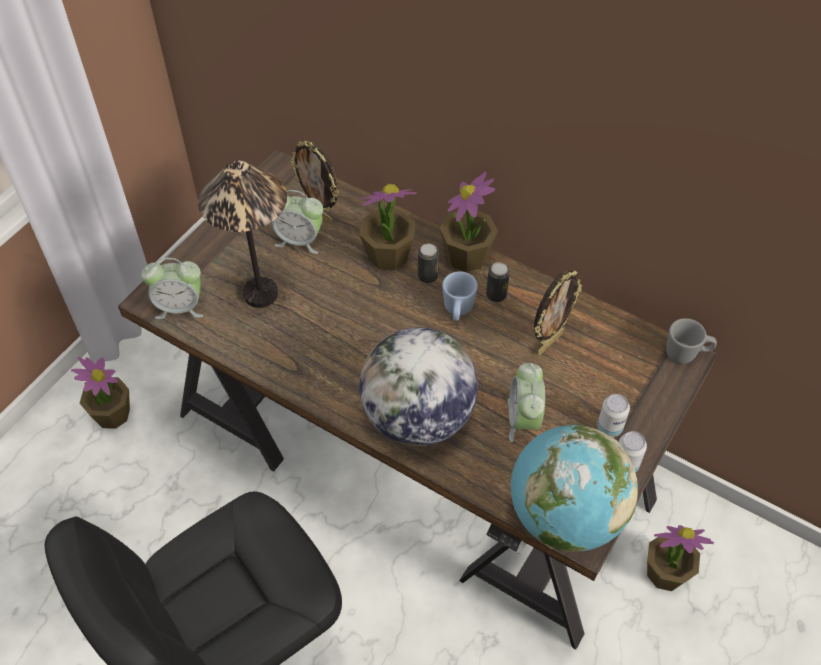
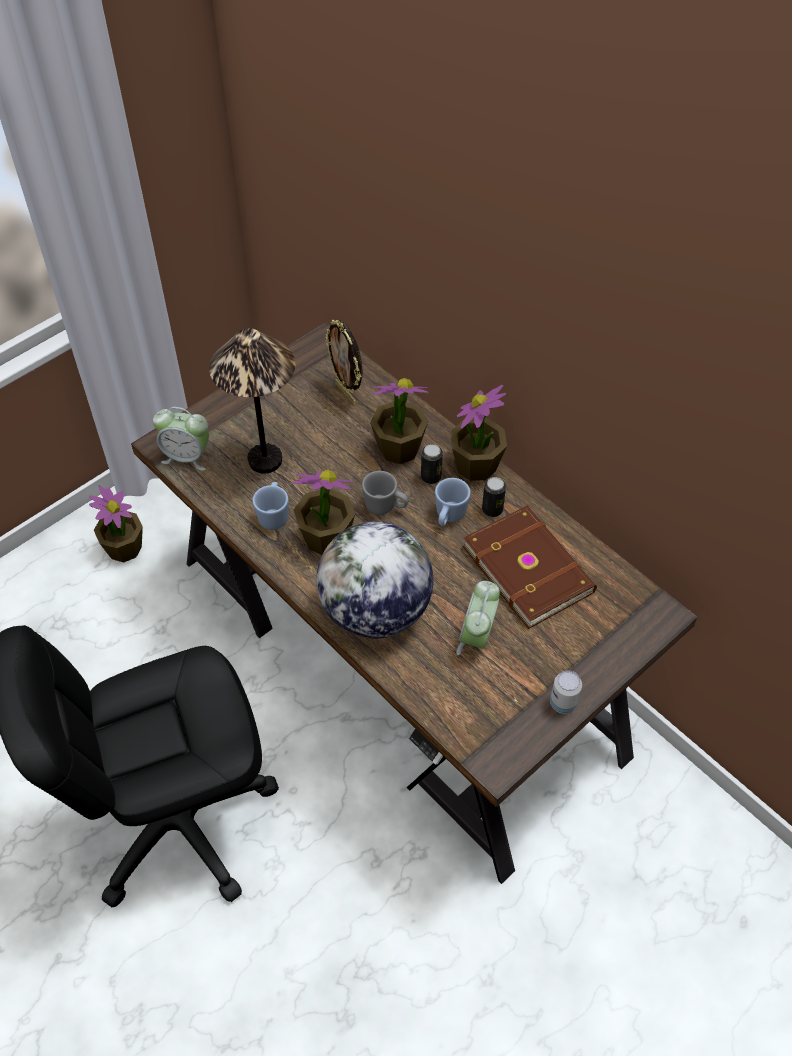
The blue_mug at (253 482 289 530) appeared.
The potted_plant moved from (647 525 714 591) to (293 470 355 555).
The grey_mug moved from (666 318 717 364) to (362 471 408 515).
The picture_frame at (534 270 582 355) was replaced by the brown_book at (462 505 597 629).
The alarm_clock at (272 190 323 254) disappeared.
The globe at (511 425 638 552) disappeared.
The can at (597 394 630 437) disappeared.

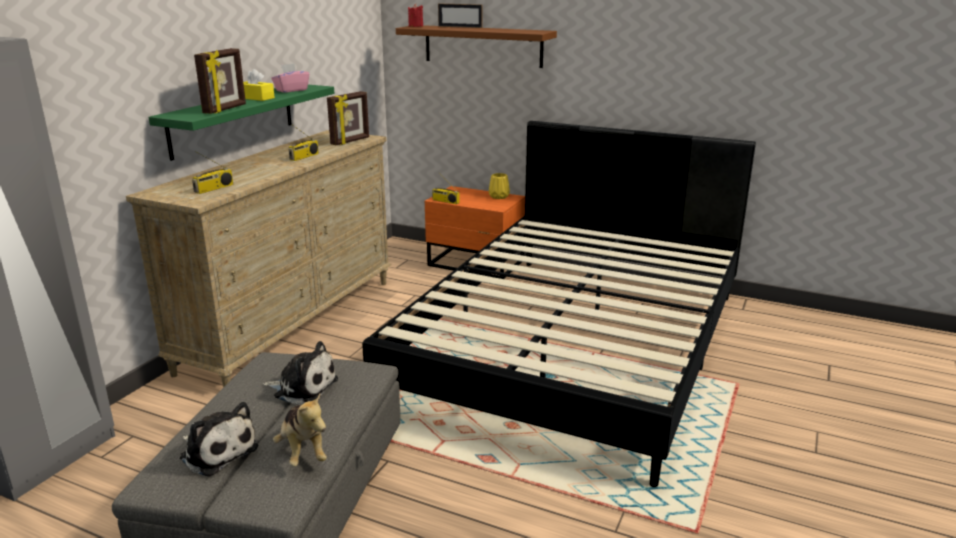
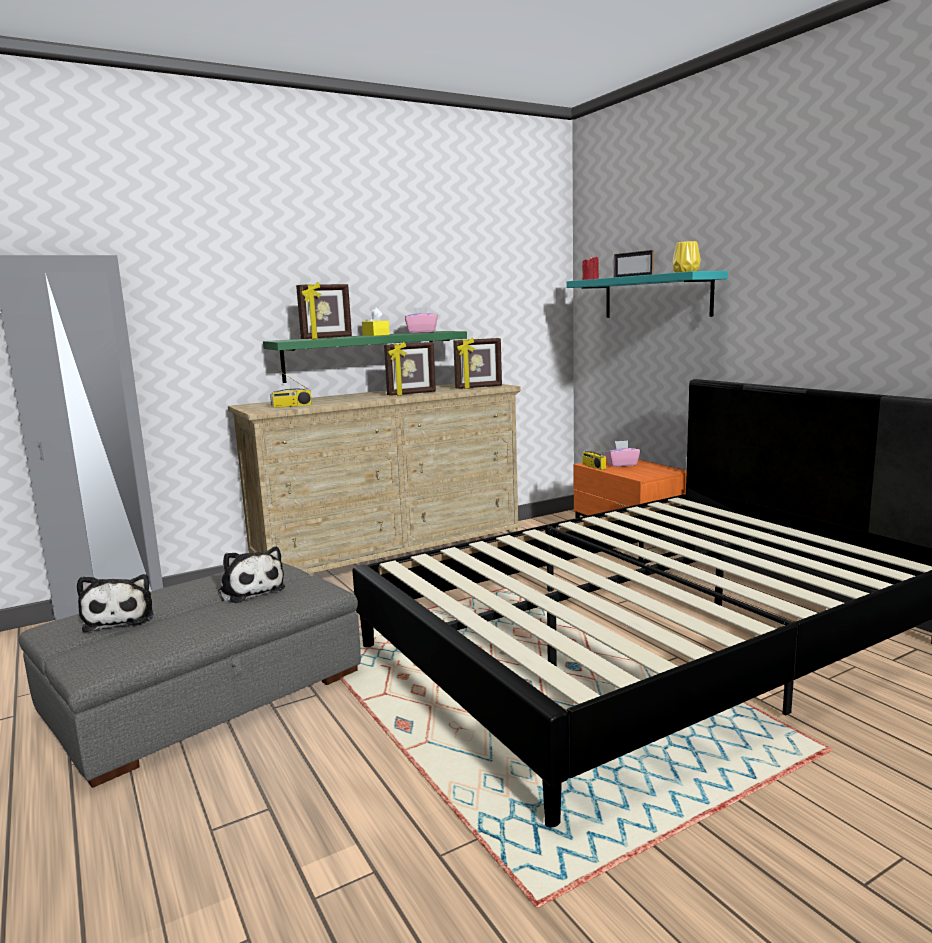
The radio at (289 124 319 161) was replaced by the picture_frame at (384 342 436 396).
The brown_shelf at (396 25 557 68) became the turquoise_shelf at (566 271 728 318).
The pink_tissue_box at (605 440 640 467) appeared.
The yellow_vase moved from (489 173 510 199) to (672 241 701 273).
The plush_toy at (273 394 327 466) disappeared.

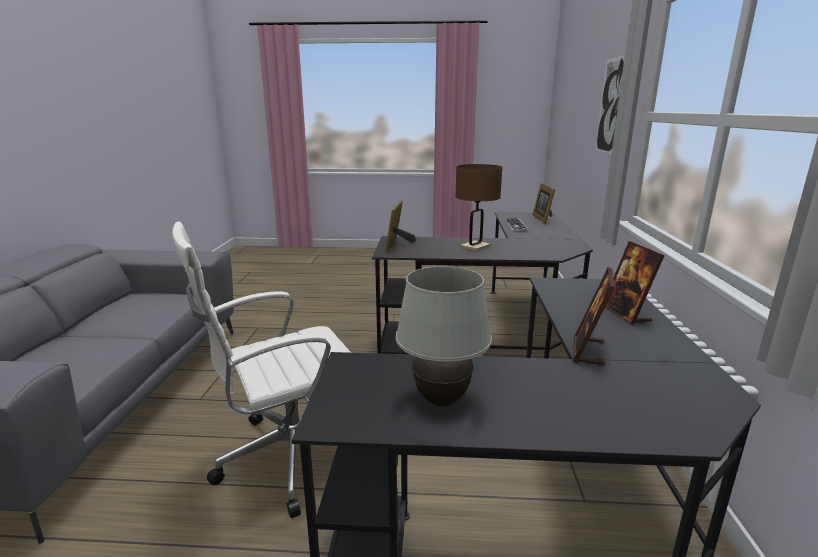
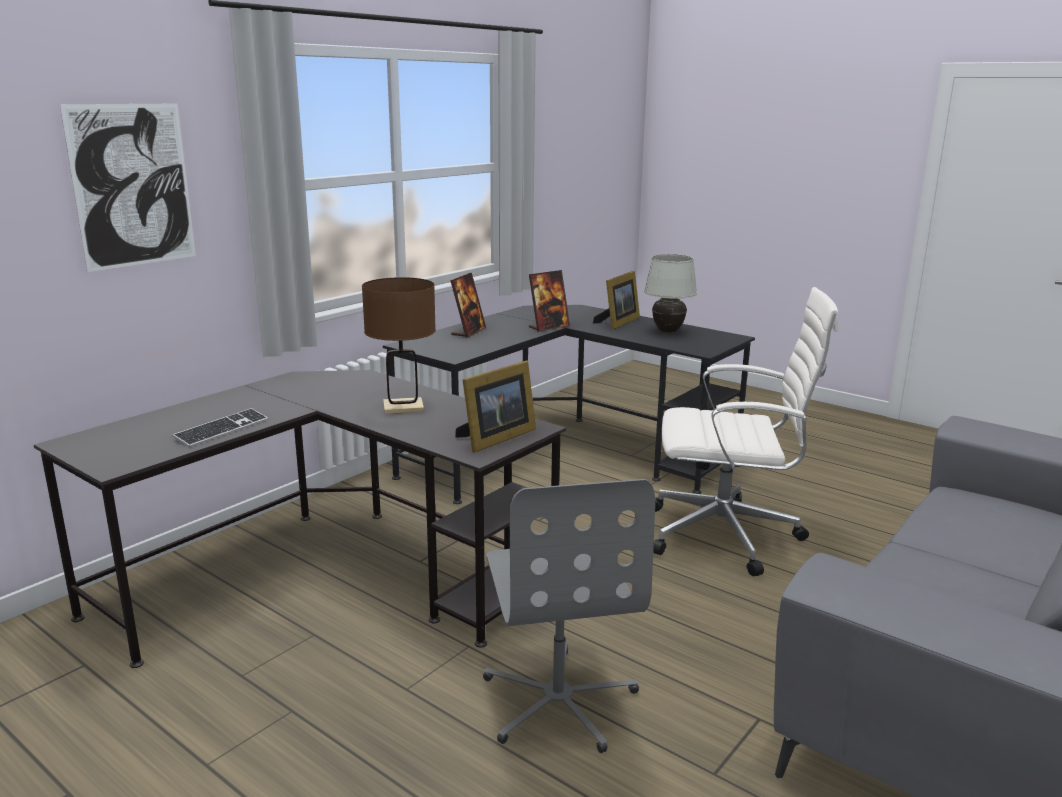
The grey_office_chair at (483 479 655 753) appeared.
The picture_frame moved from (532 183 555 224) to (593 271 640 330).

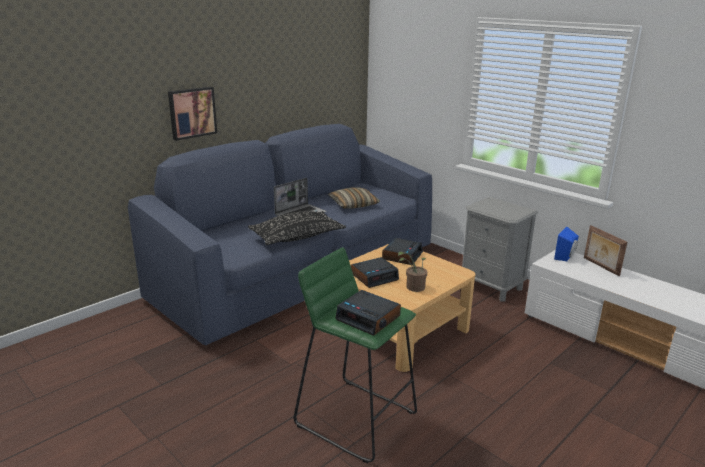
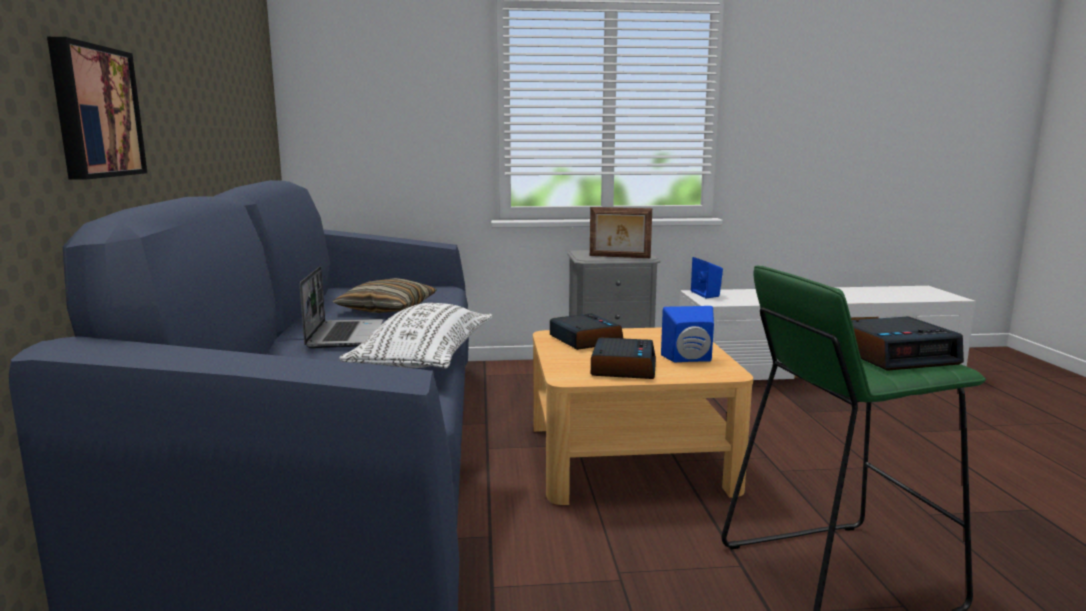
The black_pillow at (248 211 346 245) became the white_pillow at (339 303 492 369).
The picture_frame moved from (584 225 627 276) to (590 207 652 258).
The potted_plant at (398 252 427 292) was replaced by the blue_speaker at (661 306 714 363).

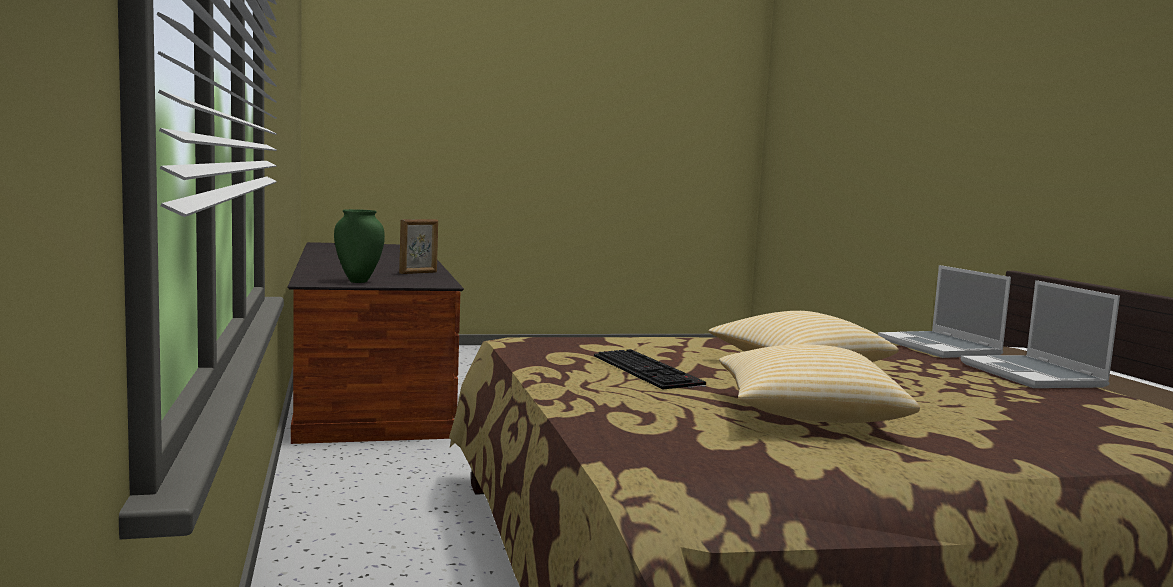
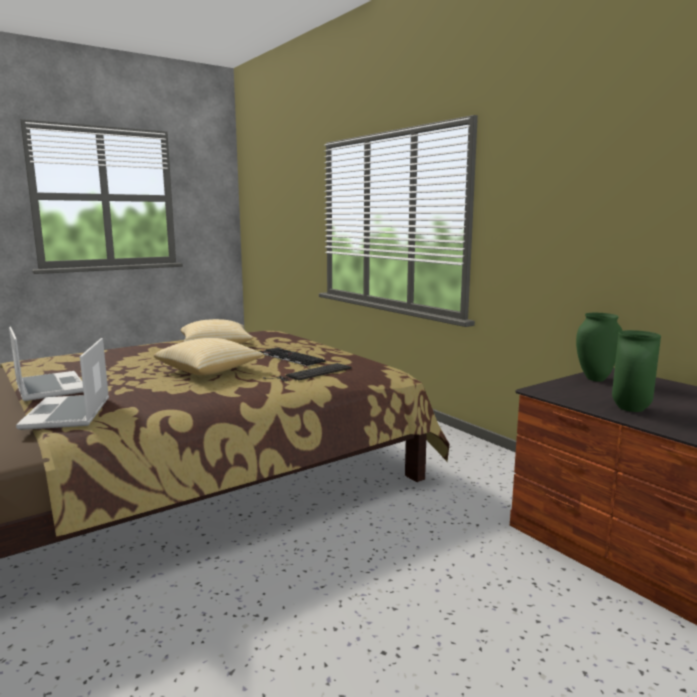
The laptop at (878 265 1011 358) turned 150 degrees counterclockwise.
The keyboard at (263 363 352 382) appeared.
The picture_frame at (399 219 438 274) was replaced by the green_vase at (612 330 661 412).

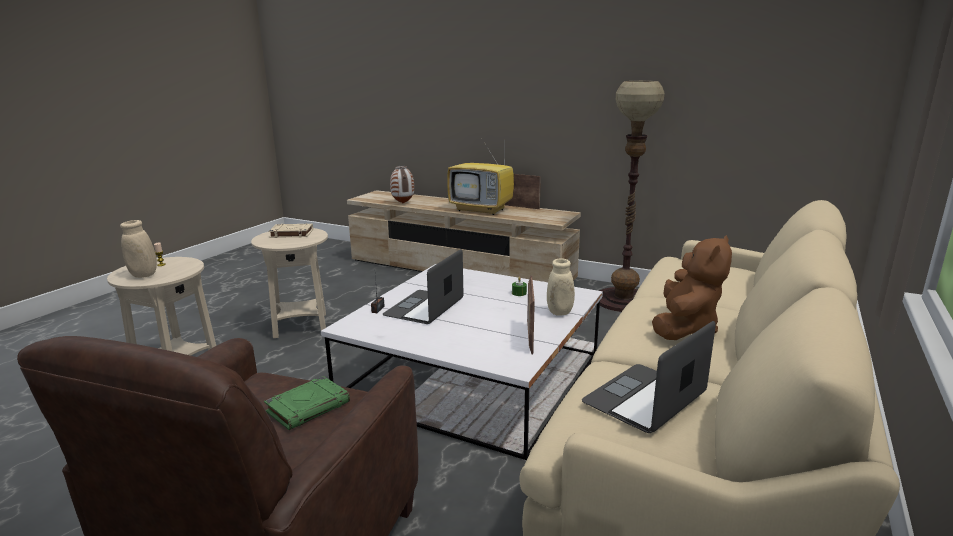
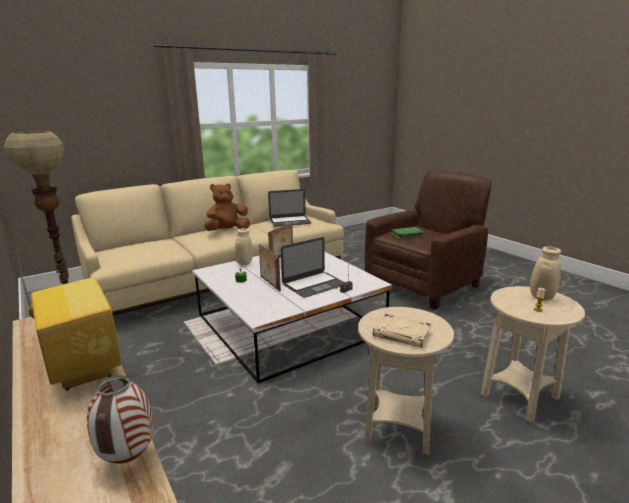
The picture_frame moved from (505 174 541 209) to (259 244 281 291).

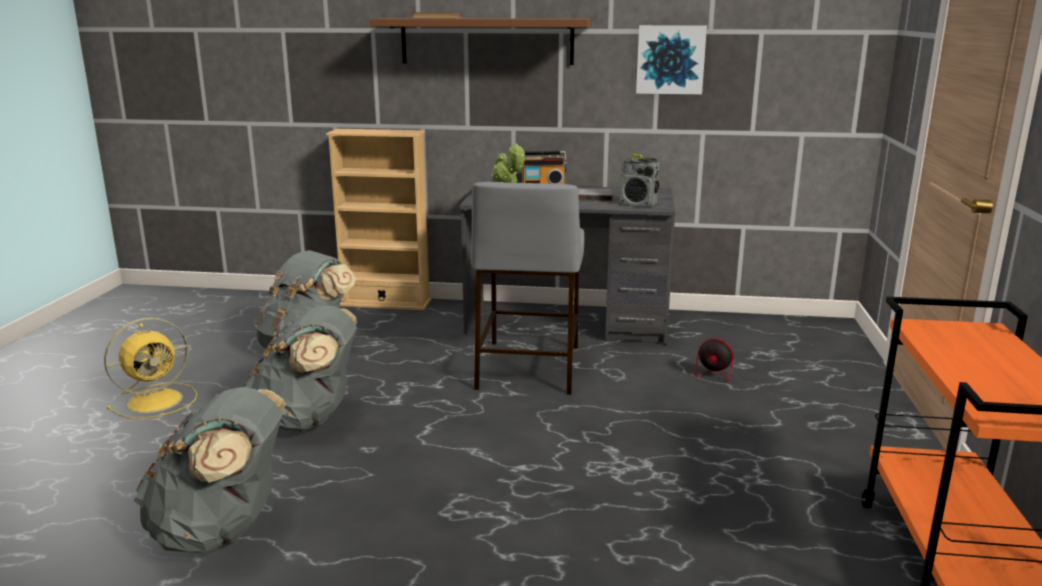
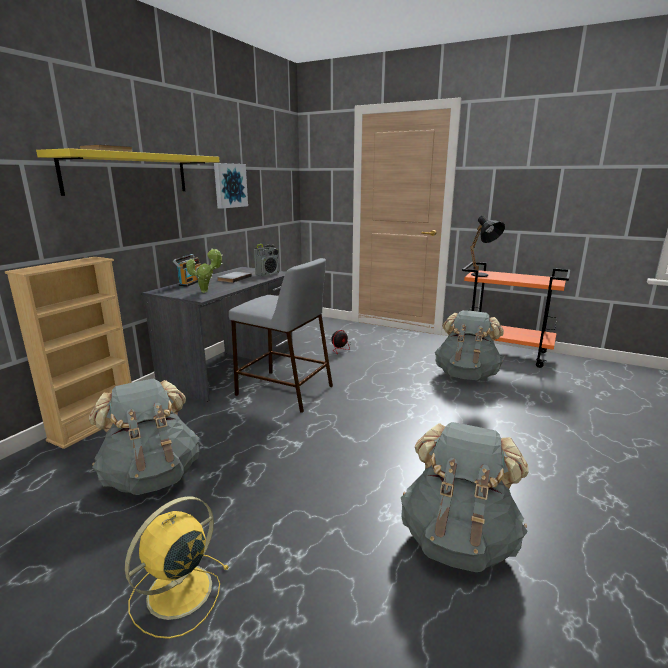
The brown_shelf at (370 18 591 65) became the yellow_shelf at (36 148 219 196).
The yellow_fan at (104 317 197 419) turned 120 degrees counterclockwise.
The grey_backpack moved from (245 305 357 432) to (435 310 504 380).
The black_table_lamp at (470 215 505 277) appeared.

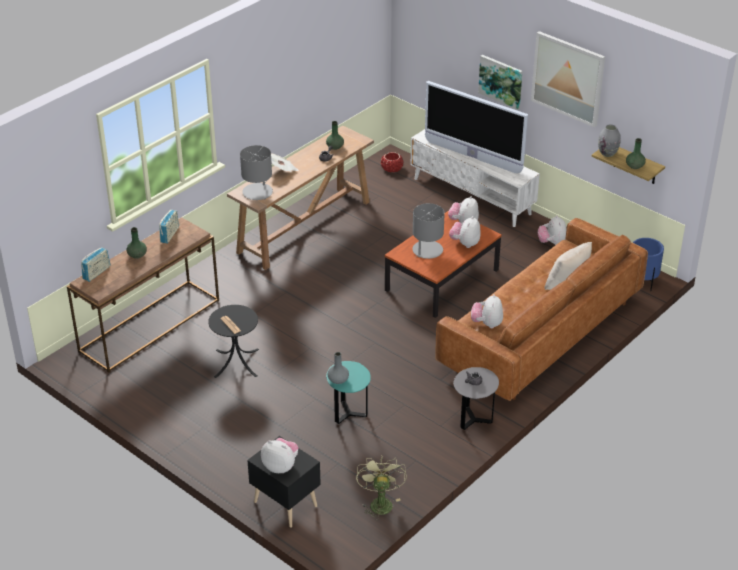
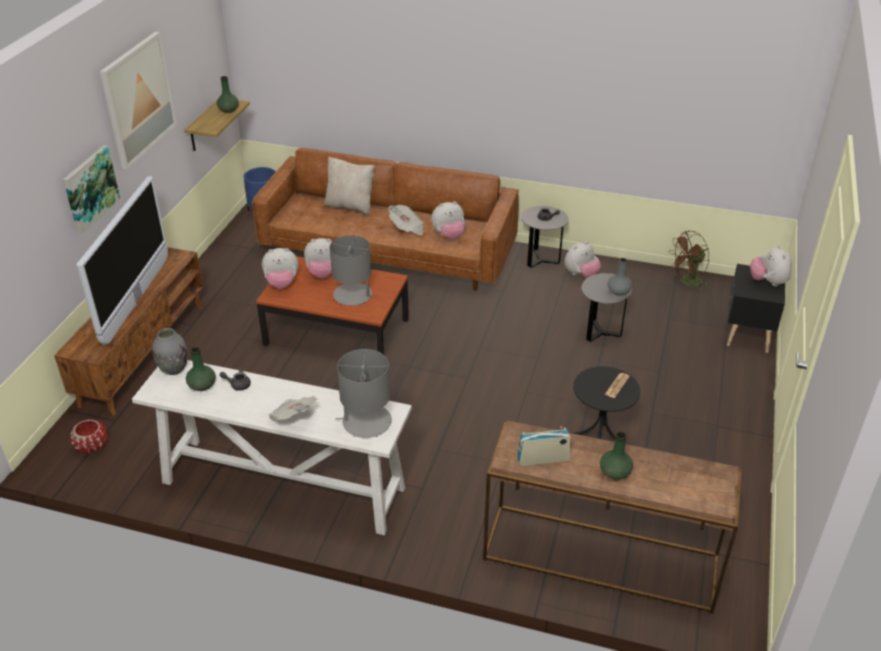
The white_tv_stand at (411 129 540 227) became the brown_tv_stand at (54 247 203 416).
The brown_console_table at (227 126 374 270) became the white_console_table at (132 360 412 535).
The grey_vase moved from (598 124 621 157) to (152 328 188 375).
The newspaper at (389 205 424 235) appeared.
The plush_toy moved from (537 215 567 245) to (565 241 601 278).
The turquoise_side_table at (326 361 371 424) became the grey_side_table at (581 273 632 342).
The green_fan at (356 456 407 520) became the brown_fan at (669 231 709 291).
The radio at (81 247 110 282) disappeared.

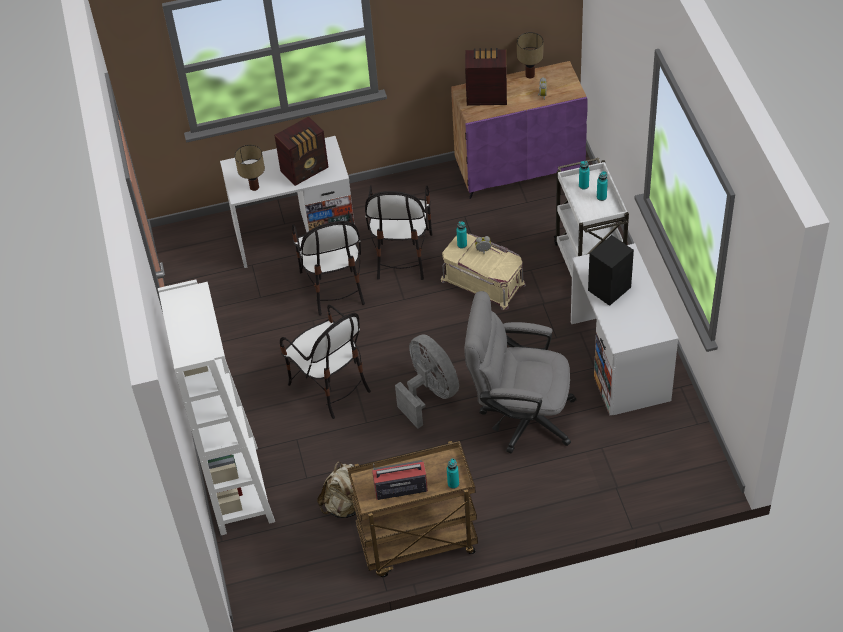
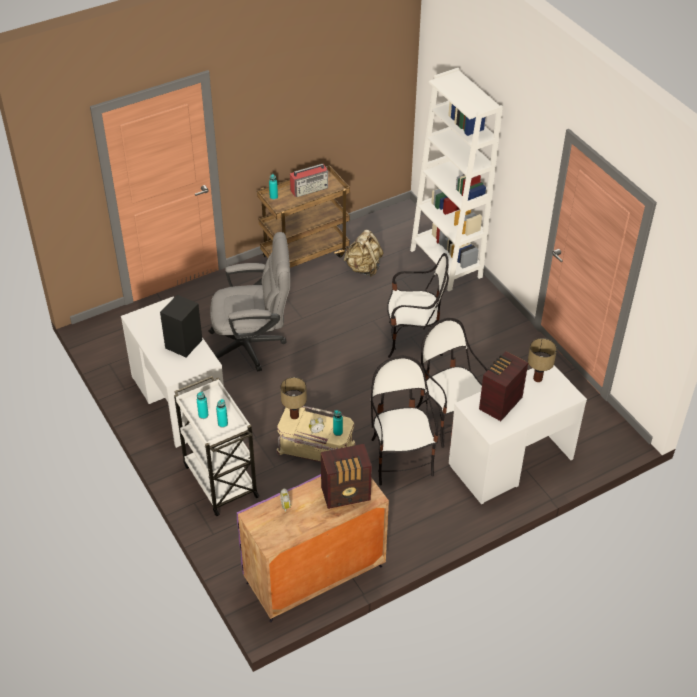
The table_lamp moved from (517 32 543 78) to (280 377 307 419).
The chair at (280 305 371 419) turned 150 degrees clockwise.
The grey_fan at (395 335 459 429) disappeared.

